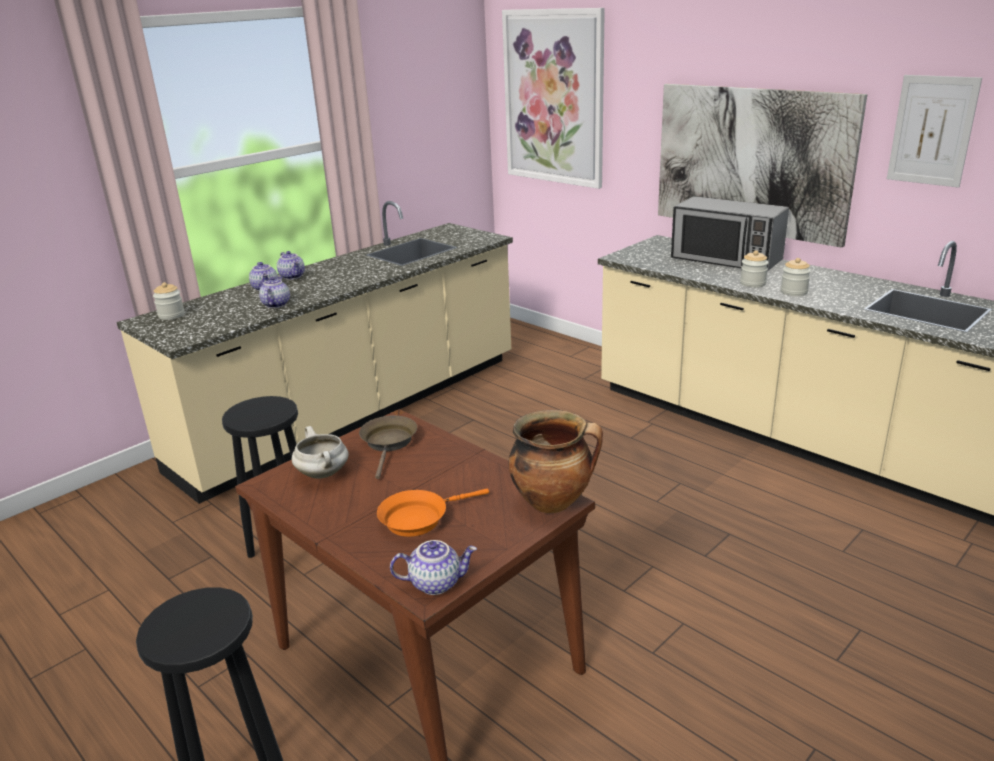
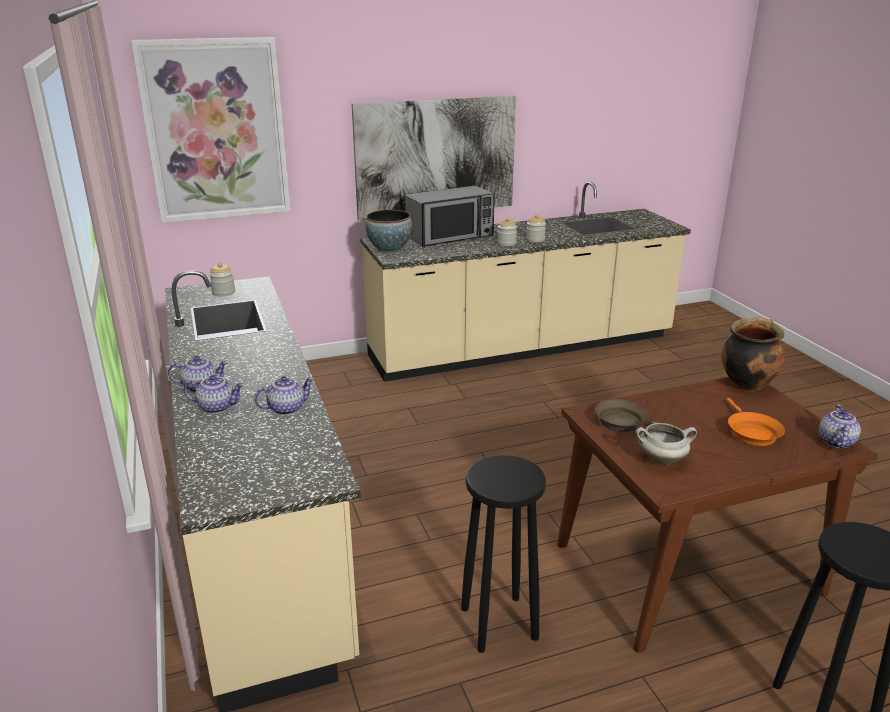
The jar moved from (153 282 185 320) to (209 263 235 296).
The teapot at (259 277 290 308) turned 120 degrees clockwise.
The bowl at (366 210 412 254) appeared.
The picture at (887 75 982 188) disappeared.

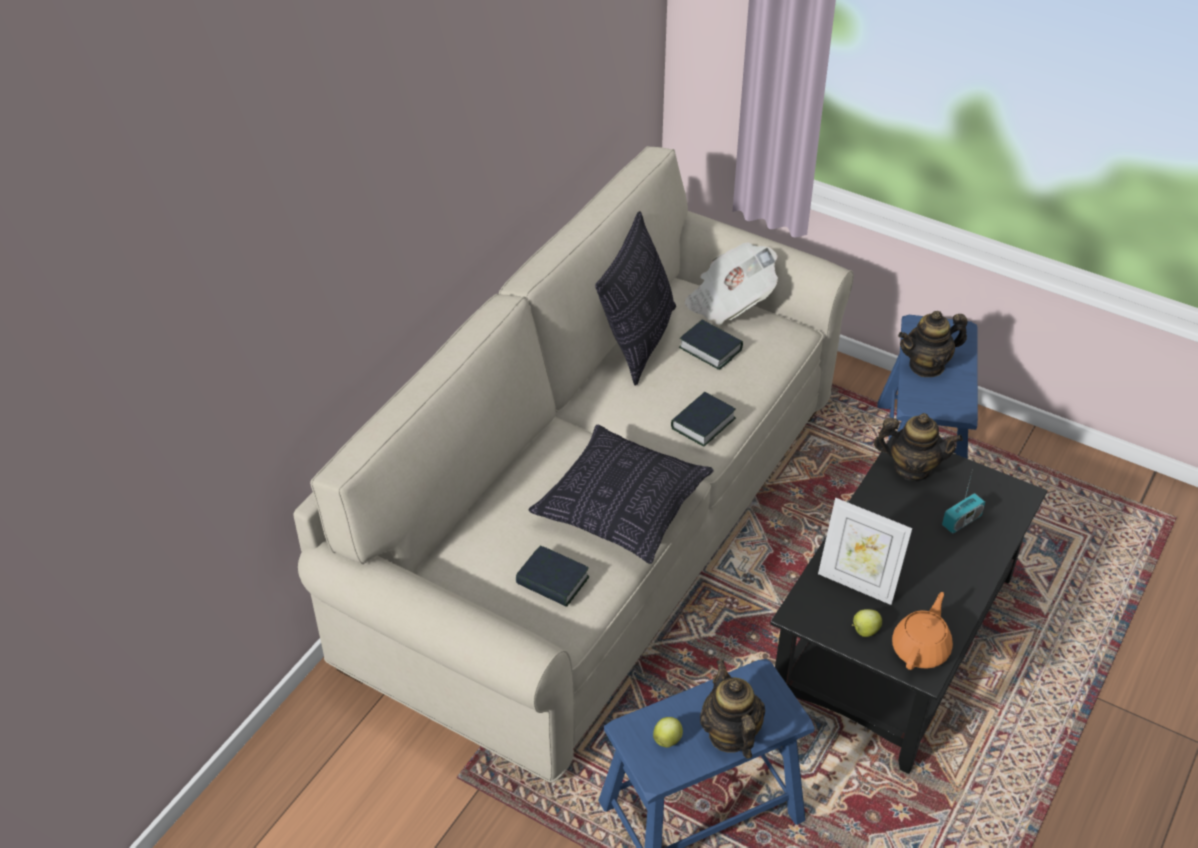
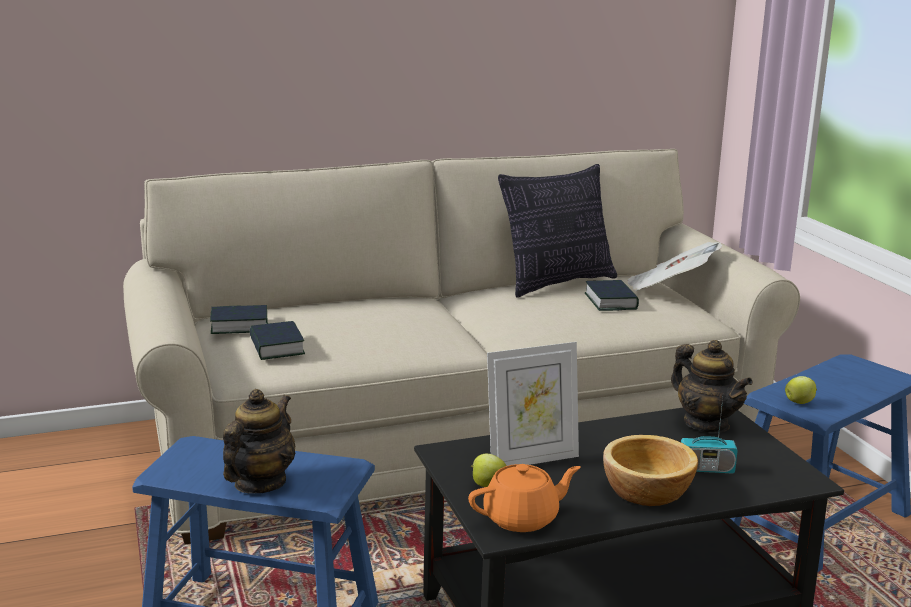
The book moved from (671 392 736 446) to (210 305 268 334).
The picture_frame at (818 498 912 605) turned 90 degrees counterclockwise.
The bowl at (603 435 698 506) appeared.
The apple moved from (653 717 683 748) to (785 376 817 404).
The pillow at (528 425 714 564) disappeared.
The teapot at (898 311 967 377) disappeared.

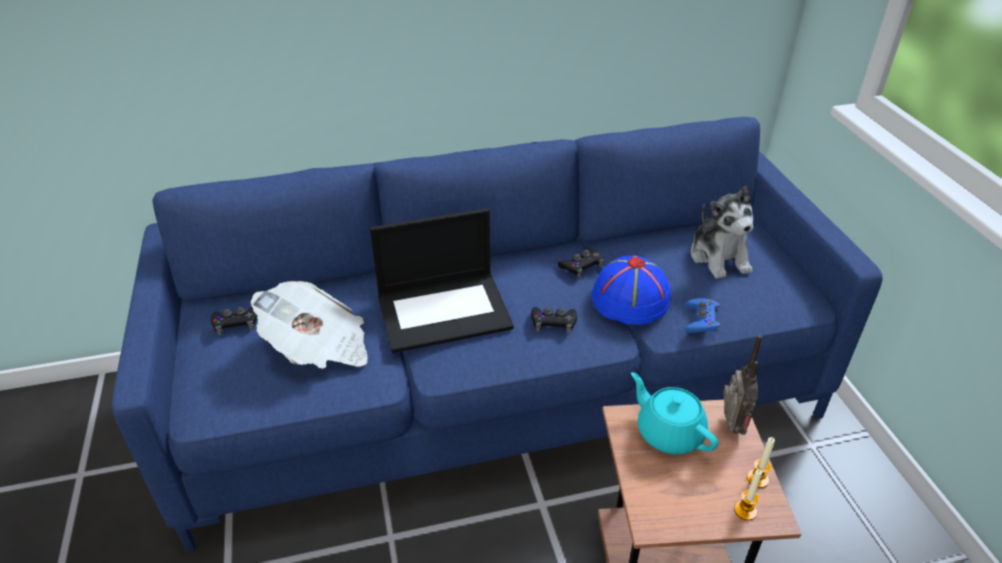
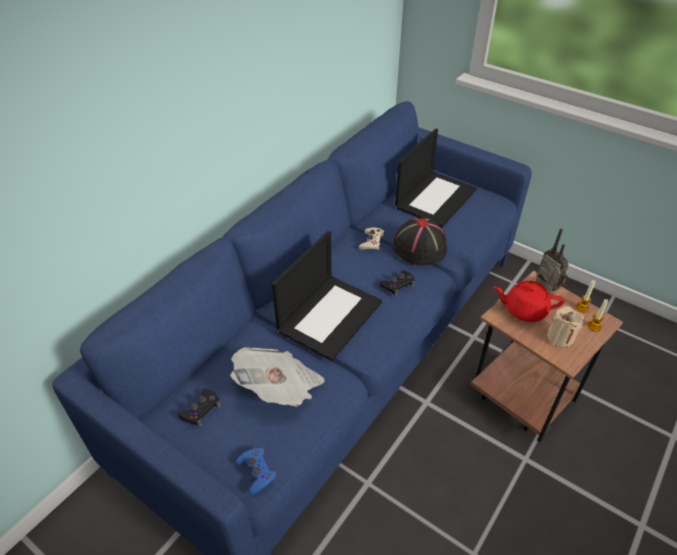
The blue_game_controller moved from (685 298 720 333) to (236 448 276 495).
The black_game_controller at (558 249 604 278) became the beige_game_controller at (359 228 385 250).
The blue_hat at (591 256 671 325) became the black_hat at (392 217 447 266).
The plush_toy at (690 186 753 279) was replaced by the laptop at (395 128 477 227).
The turquoise_teapot at (631 372 718 454) became the red_teapot at (493 281 564 322).
The beige_candle at (547 306 584 347) appeared.

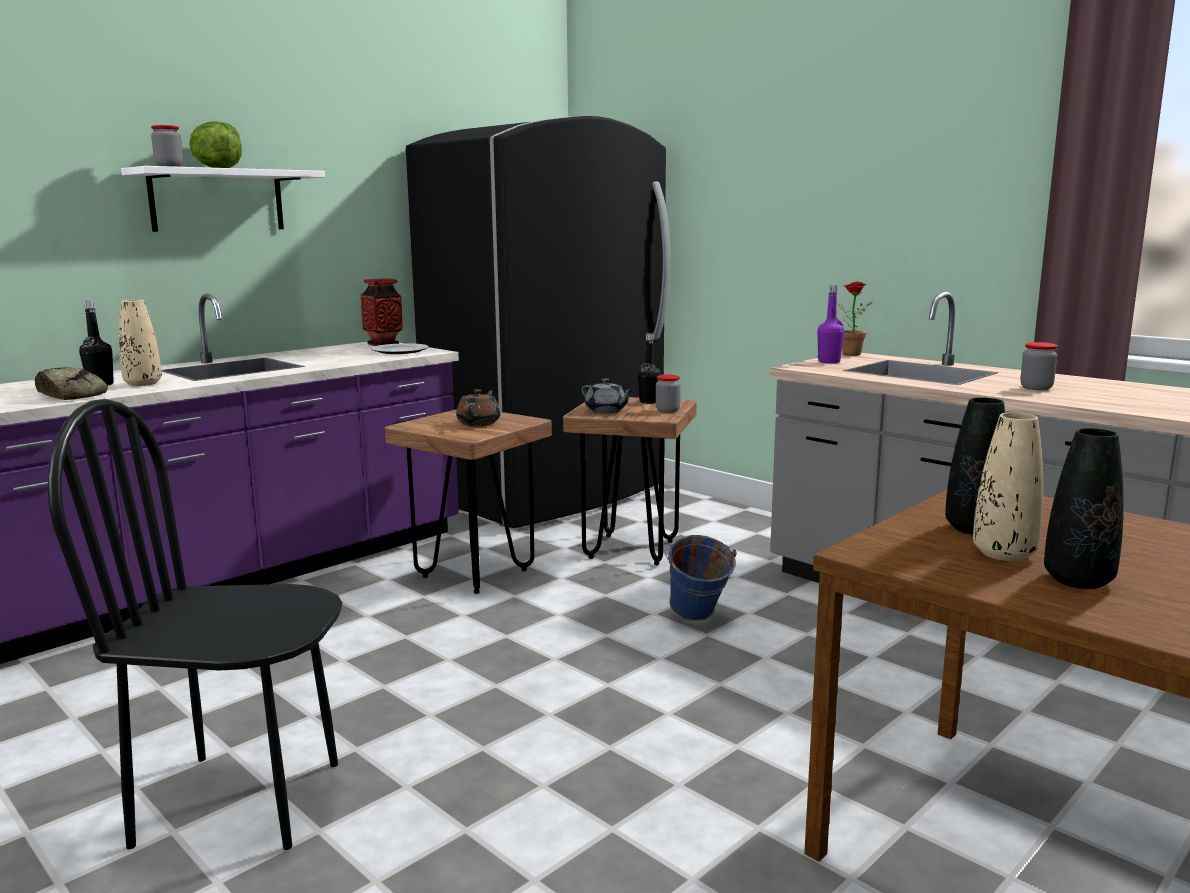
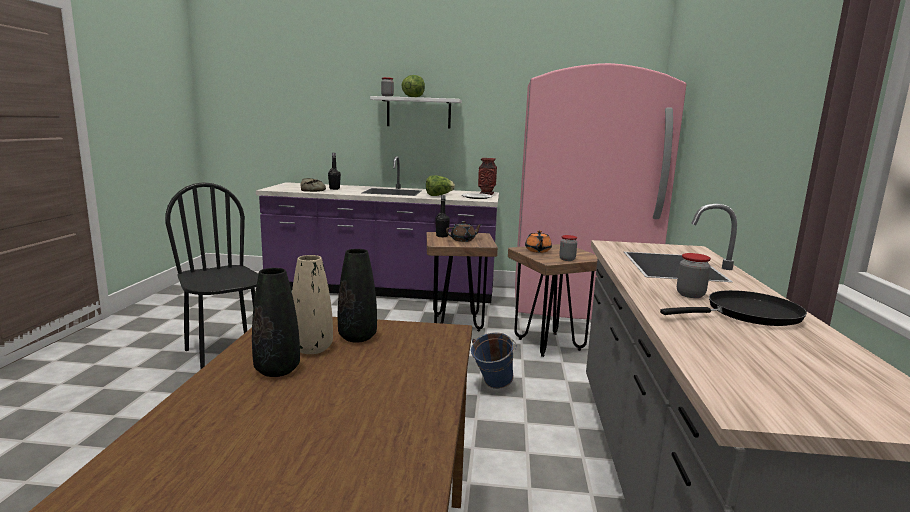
The lettuce at (426 175 455 196) appeared.
The black_bottle moved from (638 333 661 404) to (435 195 450 237).
The black_fridge at (406 116 671 528) became the pink_fridge at (515 63 687 320).
The grey_teapot at (582 378 633 413) became the orange_teapot at (525 230 552 253).
The black_frying_pan at (660 290 807 326) appeared.
The beige_vase at (119 299 162 386) disappeared.
The purple_bottle at (817 285 845 363) disappeared.
The potted_plant at (838 282 872 356) disappeared.

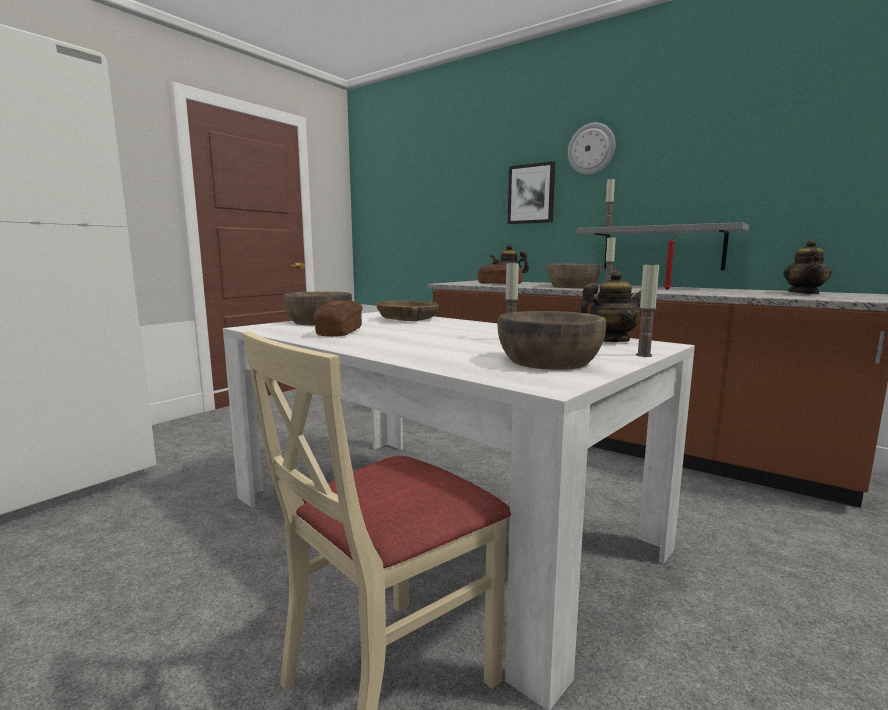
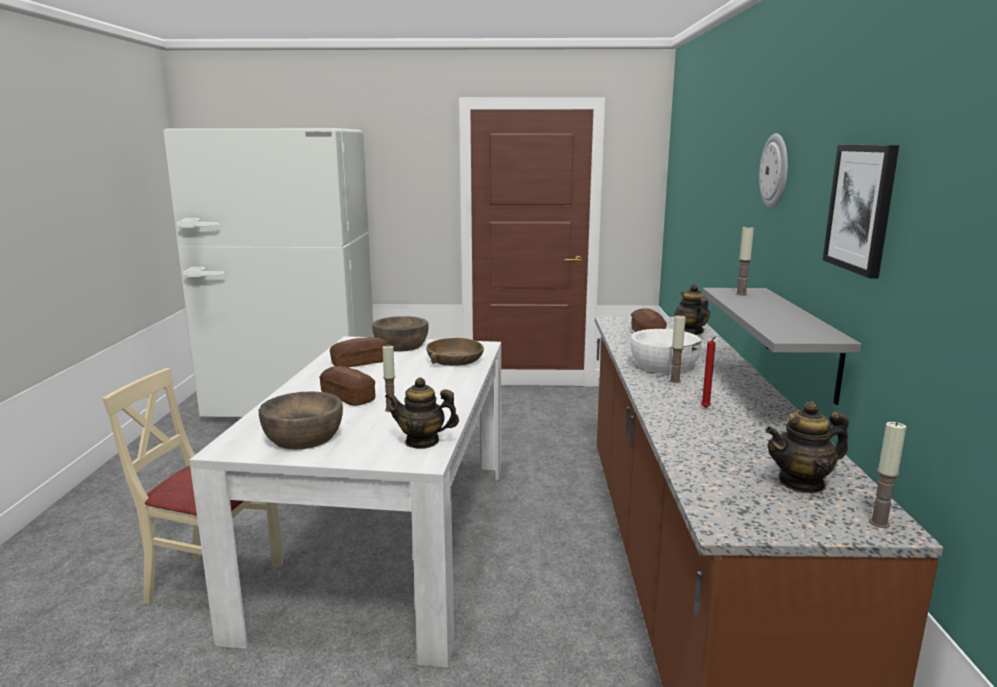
The bread at (319 366 375 406) appeared.
The teapot at (579 270 641 342) turned 150 degrees clockwise.
The brown_bowl at (547 264 602 288) became the white_bowl at (630 329 702 374).
The picture moved from (508 161 555 224) to (823 145 899 278).
The candle moved from (636 262 659 357) to (869 422 906 528).

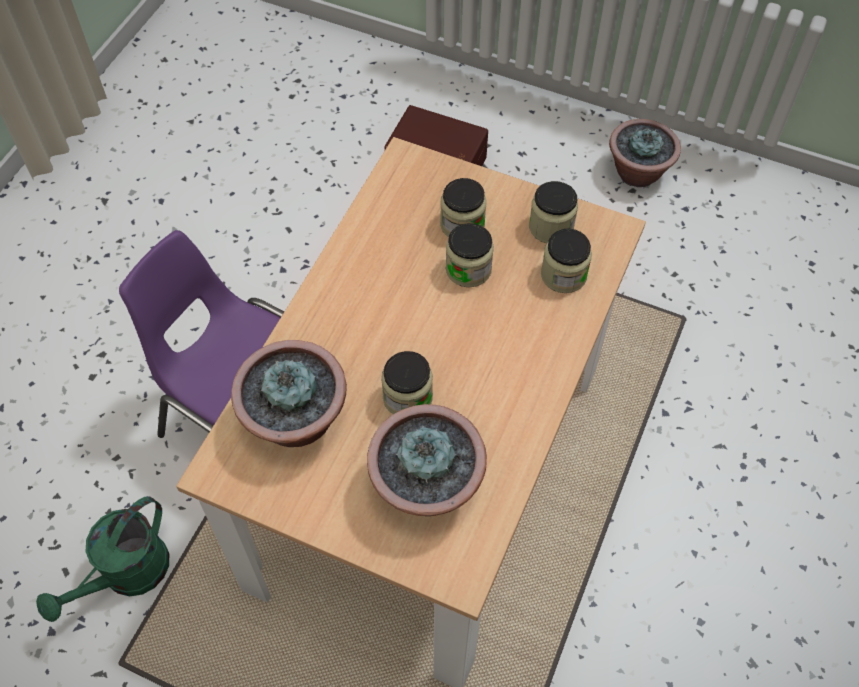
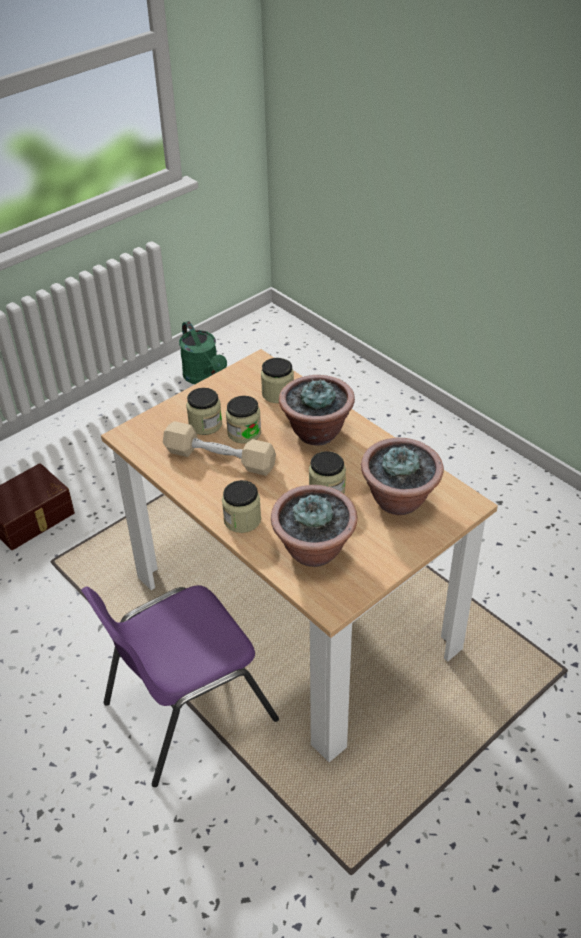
The beige_dumbbell at (163 421 276 476) appeared.
The green_watering_can moved from (36 496 169 622) to (179 321 227 384).
The jar moved from (529 181 578 243) to (222 480 261 533).
The potted_plant moved from (609 119 681 187) to (279 375 355 445).

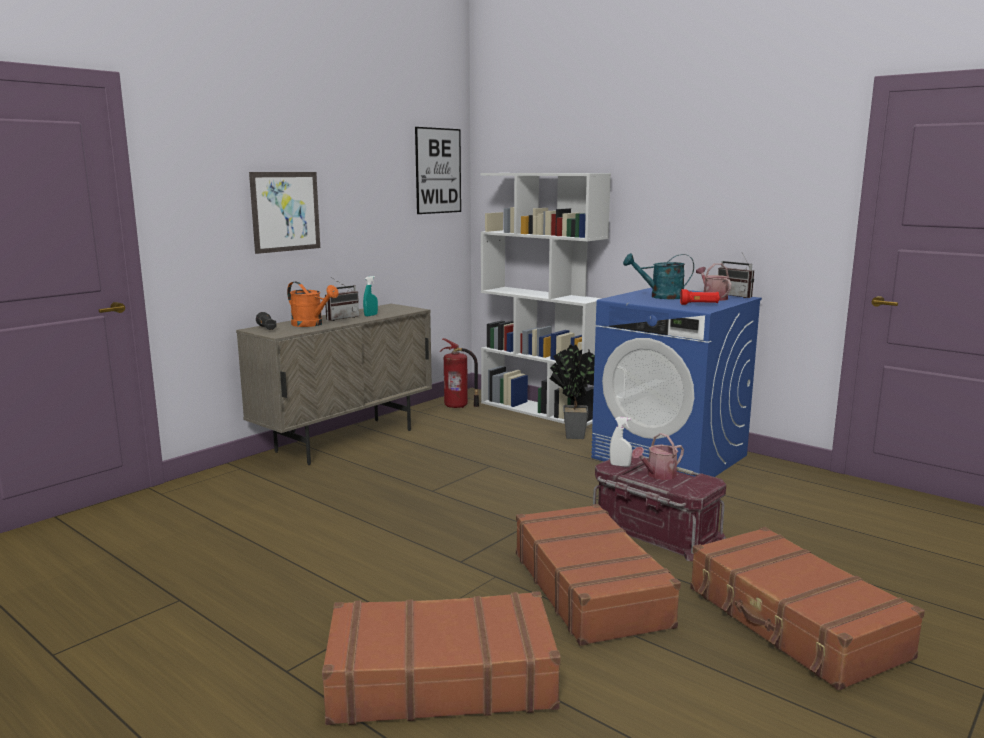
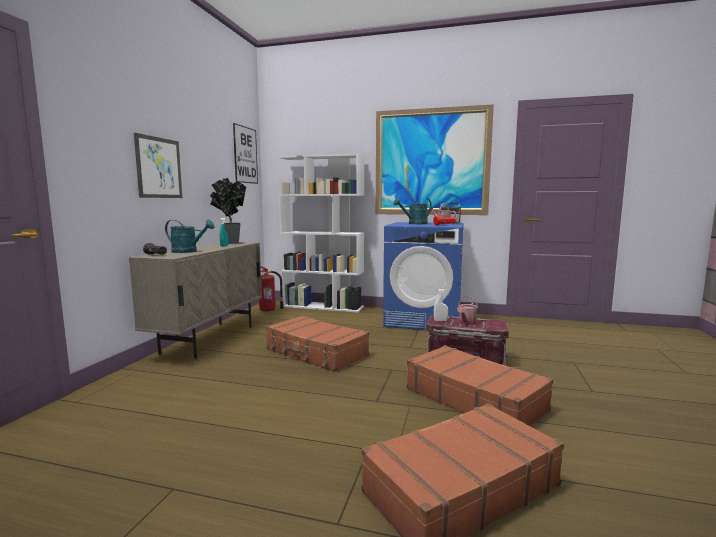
The orange_watering_can at (287 282 339 327) became the turquoise_watering_can at (165 220 215 253).
The potted_plant moved from (550 344 595 439) to (210 178 246 244).
The brown_suitcase moved from (690 527 925 691) to (266 316 369 372).
The picture at (375 104 494 215) appeared.
The radio at (325 277 359 321) disappeared.

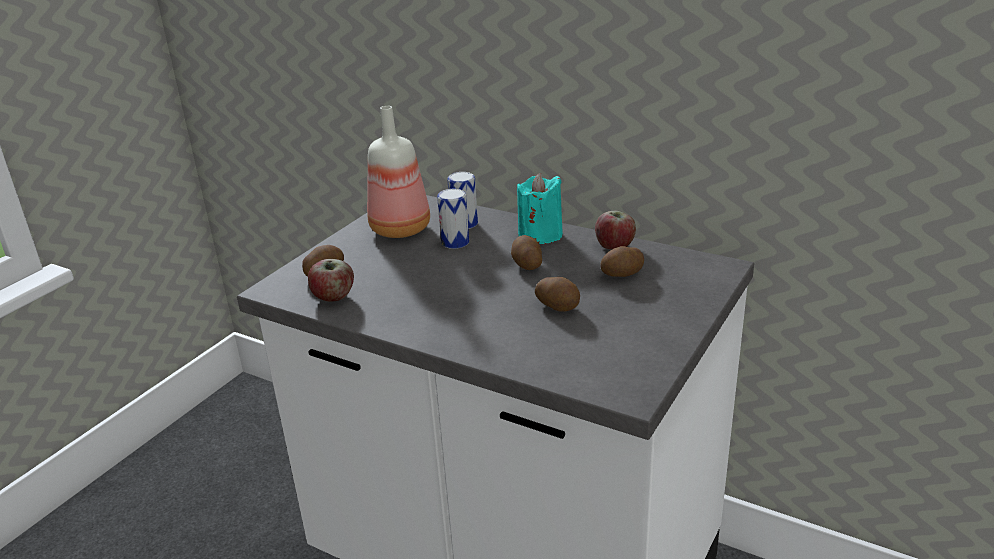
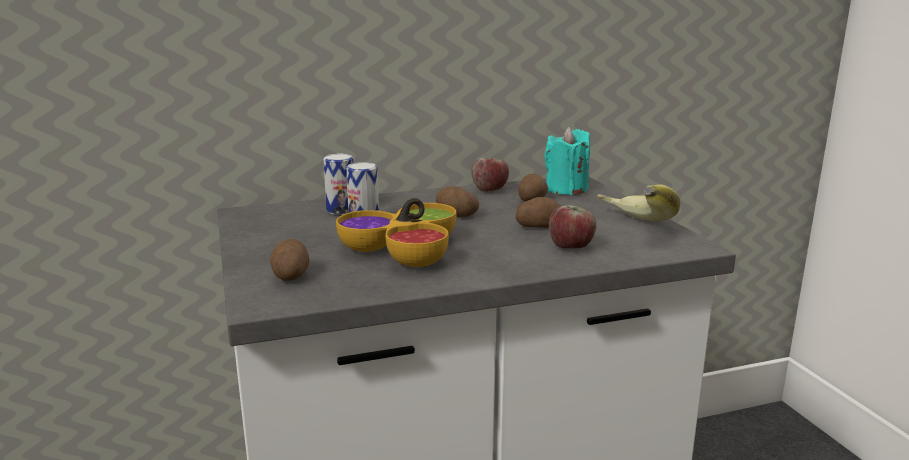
The bowl at (336 198 457 267) appeared.
The turquoise_candle moved from (517 173 563 244) to (544 127 590 195).
The apple moved from (308 259 354 302) to (549 205 596 249).
The banana at (597 184 681 221) appeared.
The bottle at (367 106 430 238) disappeared.

